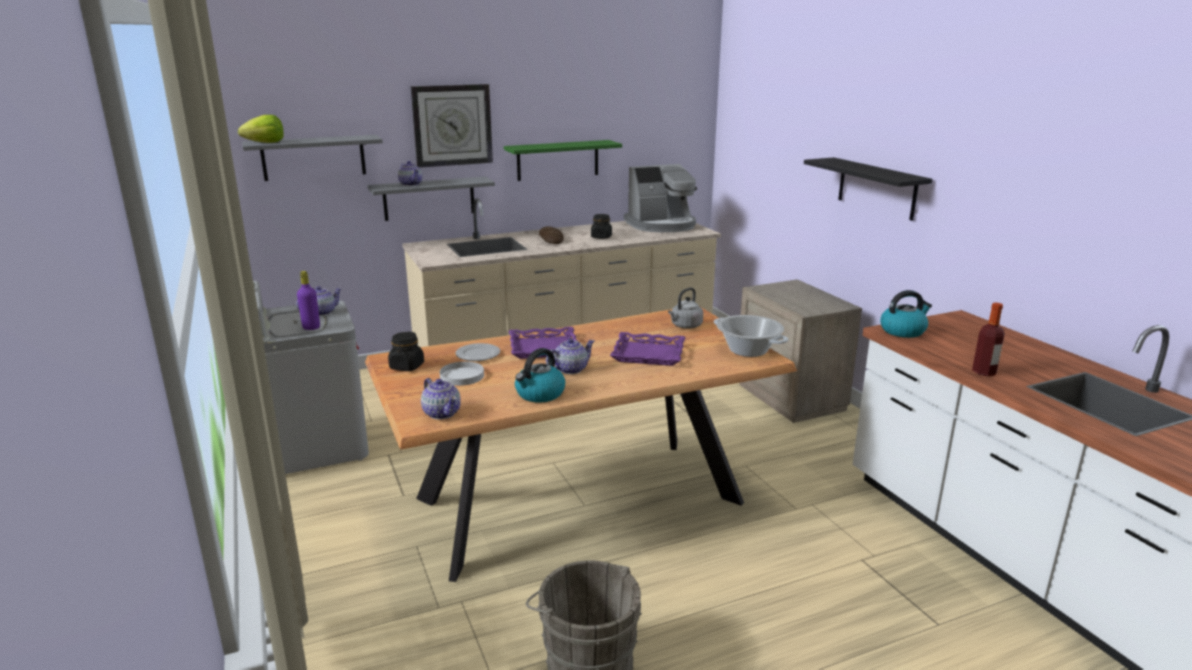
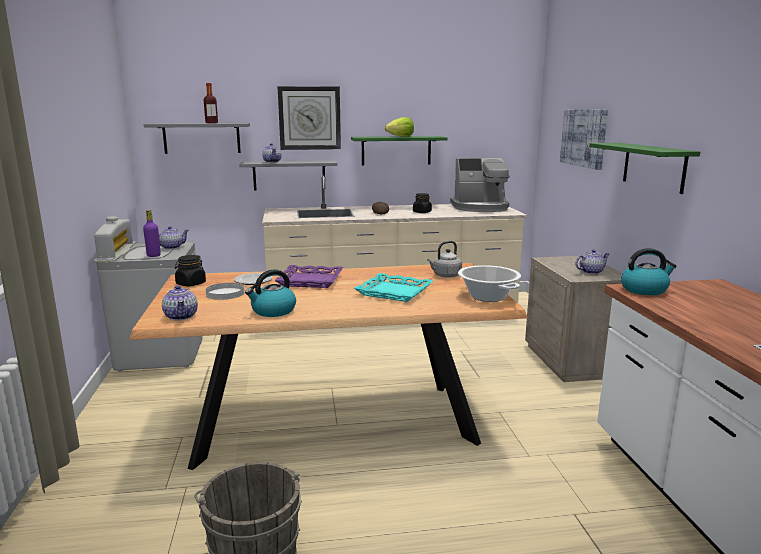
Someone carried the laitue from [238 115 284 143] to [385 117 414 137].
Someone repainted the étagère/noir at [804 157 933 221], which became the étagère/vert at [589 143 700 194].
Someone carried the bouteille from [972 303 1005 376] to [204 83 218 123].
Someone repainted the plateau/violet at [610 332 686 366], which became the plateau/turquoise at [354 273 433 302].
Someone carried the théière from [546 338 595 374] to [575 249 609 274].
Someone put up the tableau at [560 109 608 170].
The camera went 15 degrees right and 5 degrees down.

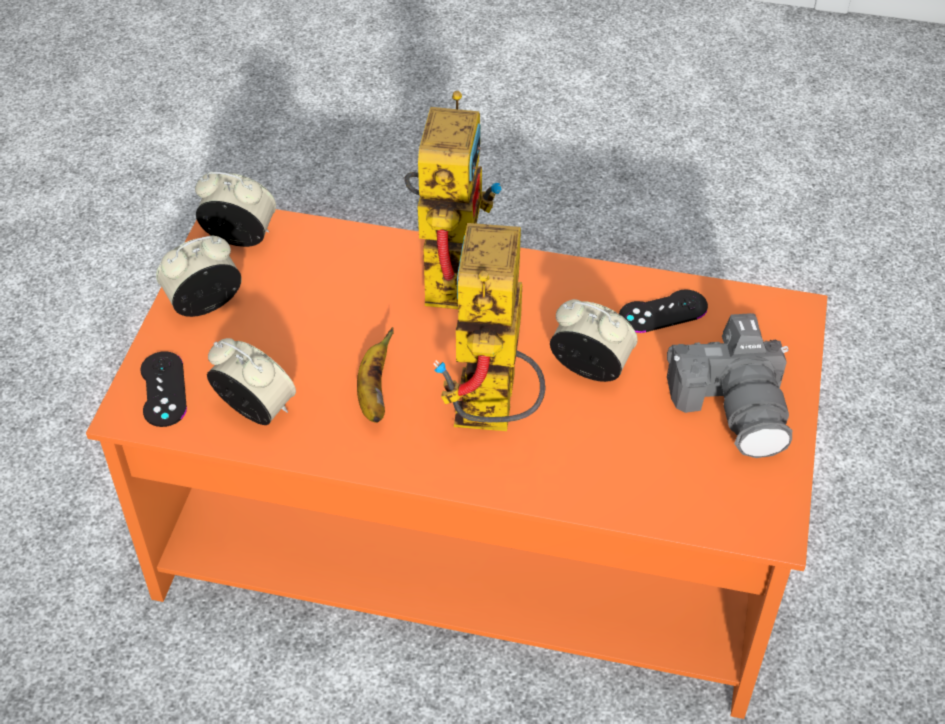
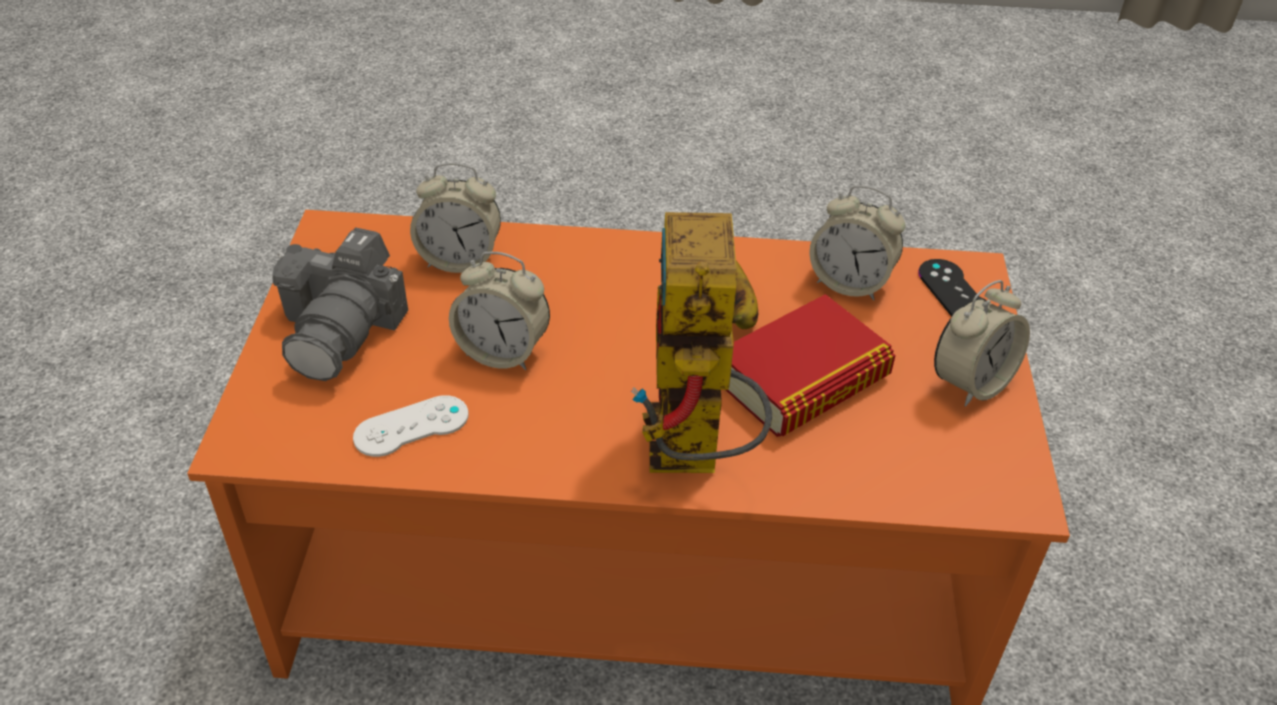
Someone carried the réveil from [195 172 276 247] to [410 163 501 273].
Someone took away the robot jouet at [433 223 546 431].
Someone repainted the manette/noir at [619 289 708 333], which became the manette/blanc at [353 395 468 457].
Someone rotated the appareil photo at [667 313 792 458] by 150 degrees counterclockwise.
Someone put down the livre at [726 294 896 437].
The camera went 170 degrees right and 5 degrees down.

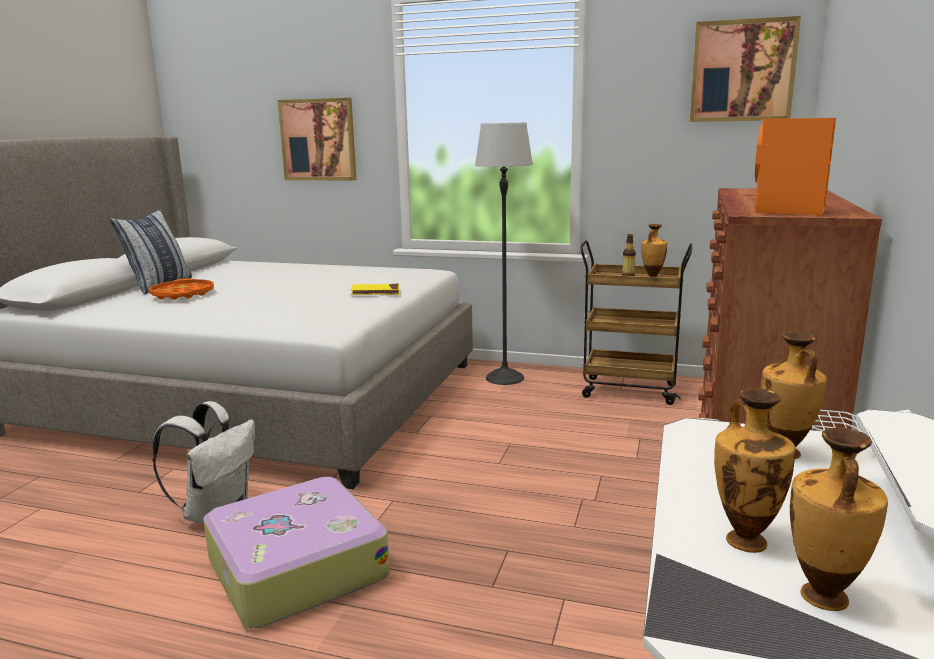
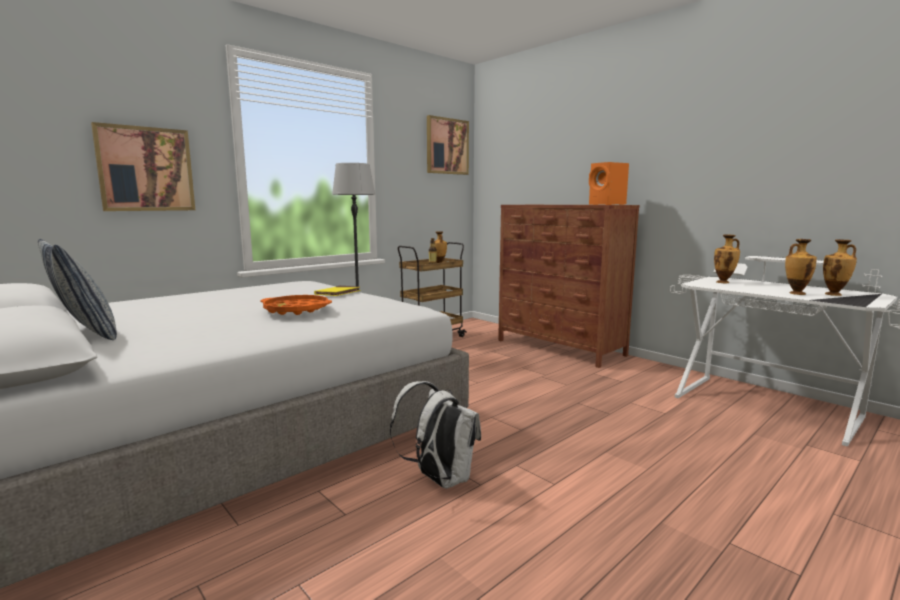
Someone carried the plateau/orange from [149 279 214 300] to [261 295 332 315].
Someone took away the valise at [203 477 390 628].
The camera went 60 degrees left and 5 degrees down.

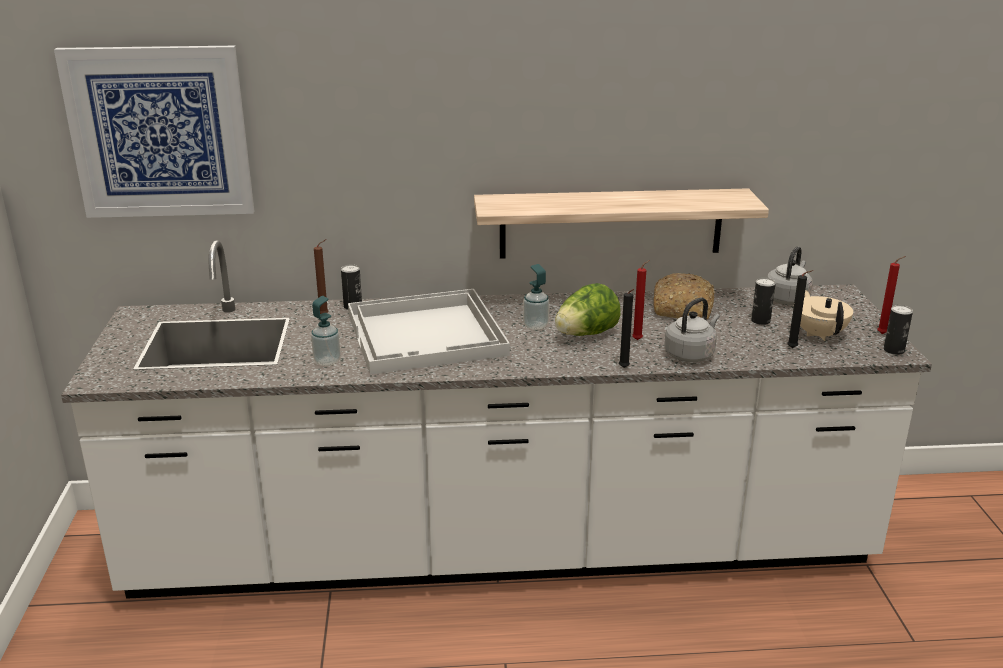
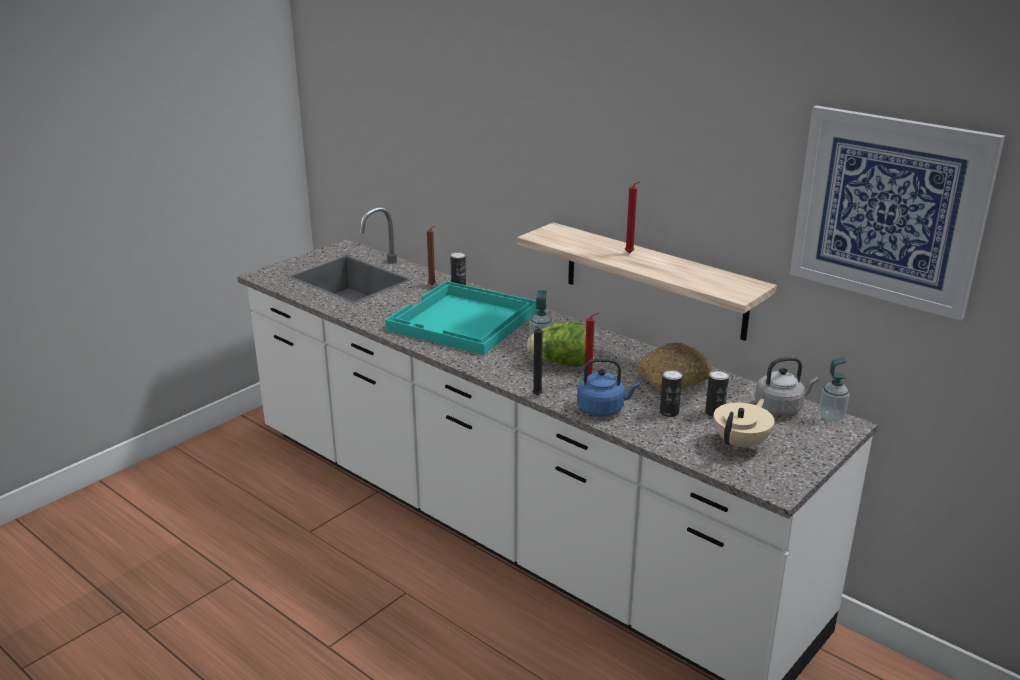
Someone carried the tableau from [54 46 254 218] to [790 105 1005 321].
Someone carried the bougie/rouge from [877 256 906 334] to [625 181 640 253].
Someone took away the bougie/noir at [787 270 813 348].
Someone repainted the plateau/blanc at [348 289 510 375], which became the plateau/turquoise at [385 281 539 355].
Someone carried the distributeur de savon from [311 296 341 366] to [819 357 849 422].
Someone repainted the bouilloire/gris at [664 297 720 362], which became the bouilloire/bleu at [577 358 640 417].
Someone carried the boîte métallique from [884 305 913 355] to [660 369 682 417].
The camera went 45 degrees right and 0 degrees up.

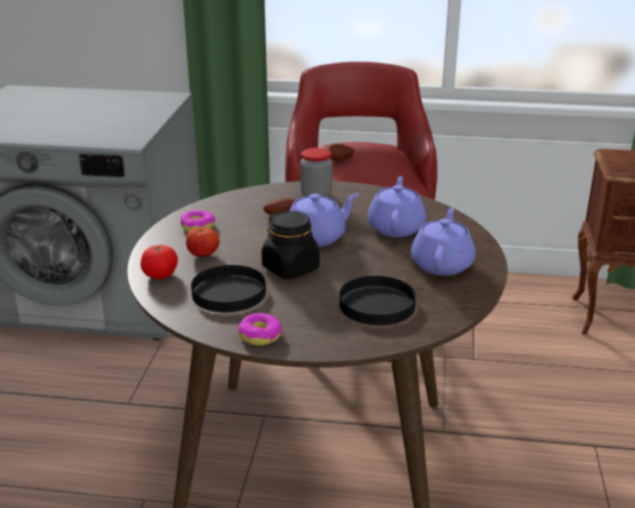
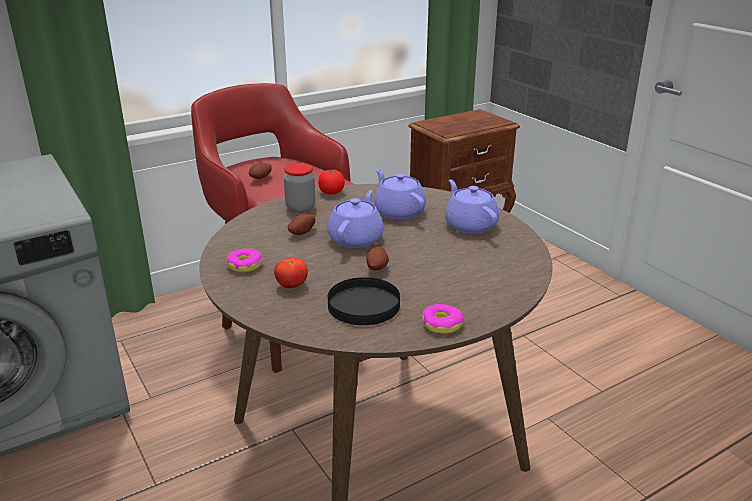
Someone swapped the bocal/noir at [262 211 319 279] for the pomme de terre at [366 247 389 270].
Someone carried the tomate from [141 244 178 279] to [318 169 345 195].
Someone took away the assiette/noir at [339 276 416 325].
The camera went 40 degrees left and 0 degrees up.

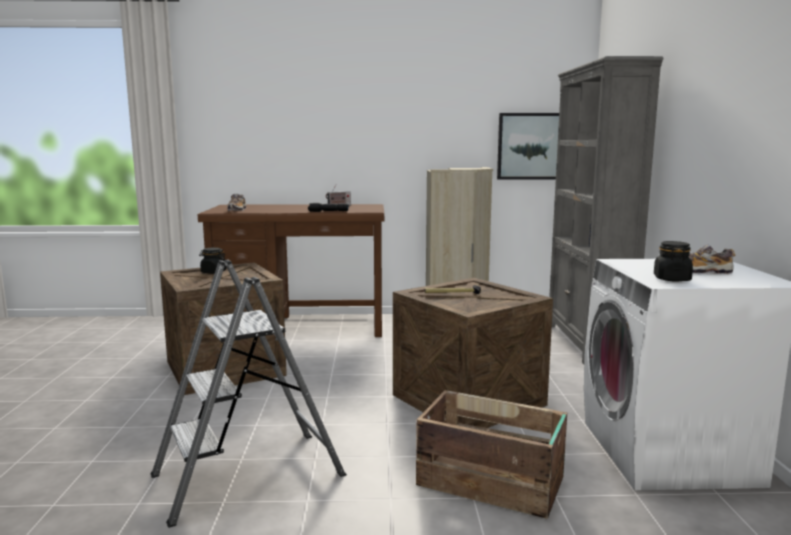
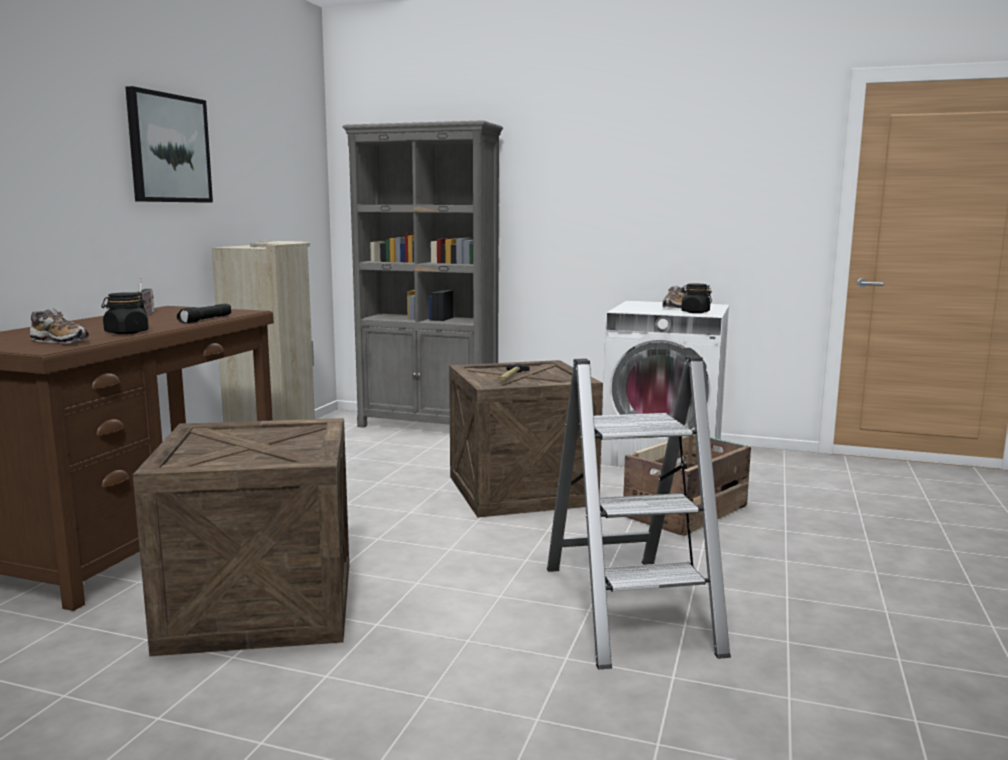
Someone carried the tableau from [497 113 559 180] to [125 86 213 203].
Someone carried the bocal/noir from [199 247 226 274] to [101 292 149 334].
The camera went 70 degrees left and 0 degrees up.

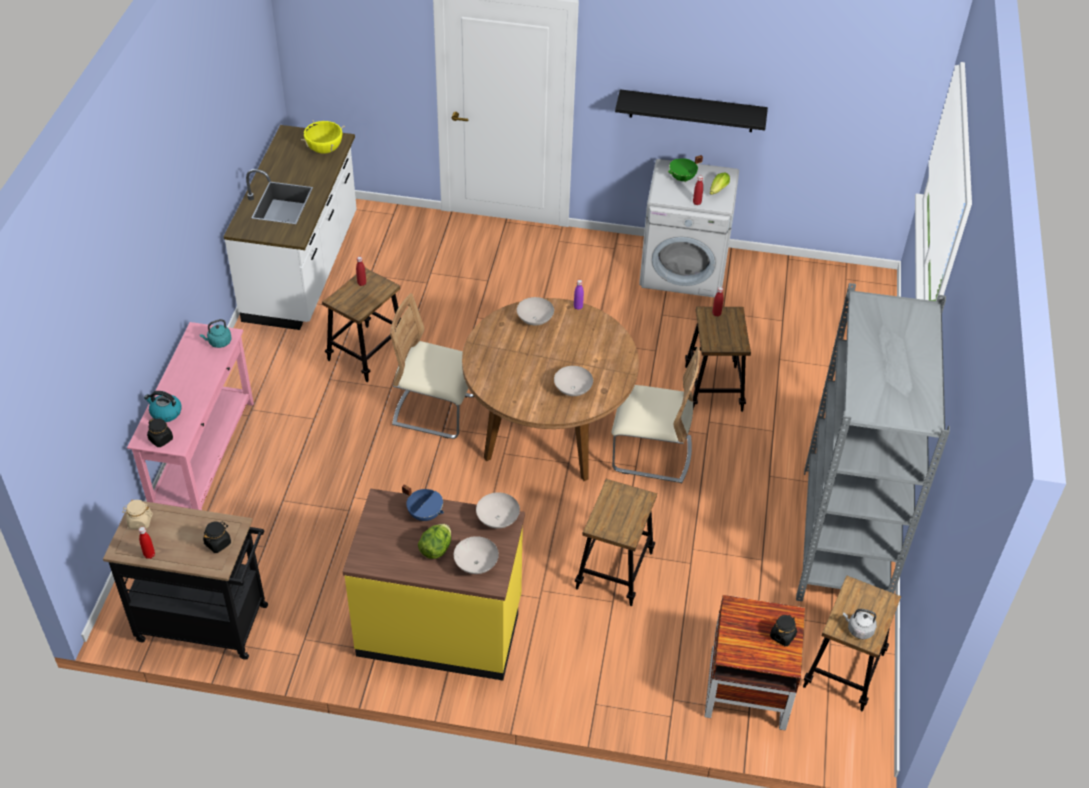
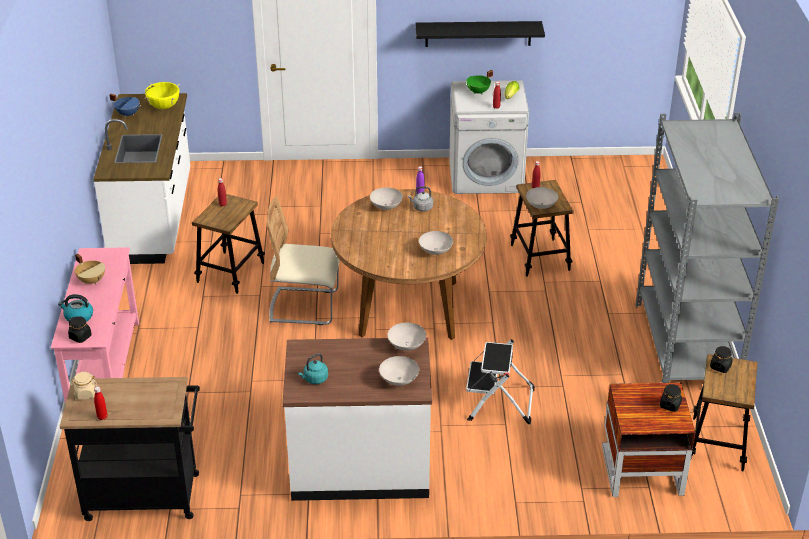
Someone carried the bouilloire/turquoise from [200 319 232 348] to [298 353 328 384].
Someone took away the chaise/beige at [612 347 700 483].
Someone swapped the tabouret at [575 479 657 606] for the escabeau at [466 339 535 424].
Someone carried the marmite/bleu from [402 485 444 521] to [110 94 141 117].
Someone repainted the comptoir de cuisine/jaune at [343 489 525 680], which became the comptoir de cuisine/blanc at [283 337 432 501].
Someone carried the bocal/noir from [203 522 231 553] to [710 346 733 373].
Someone took away the laitue at [418 524 451 559].
Someone carried the bouilloire/gris from [843 609 877 639] to [408 187 433 212].
Someone put down the bol/blanc at [526 187 558 209].
Someone put down the marmite/beige at [75 254 105 284].
The camera went 10 degrees left and 10 degrees down.

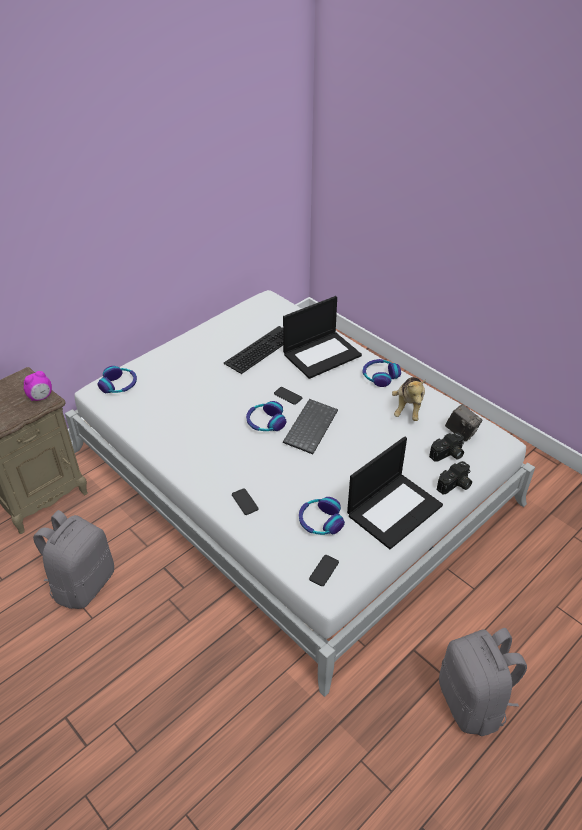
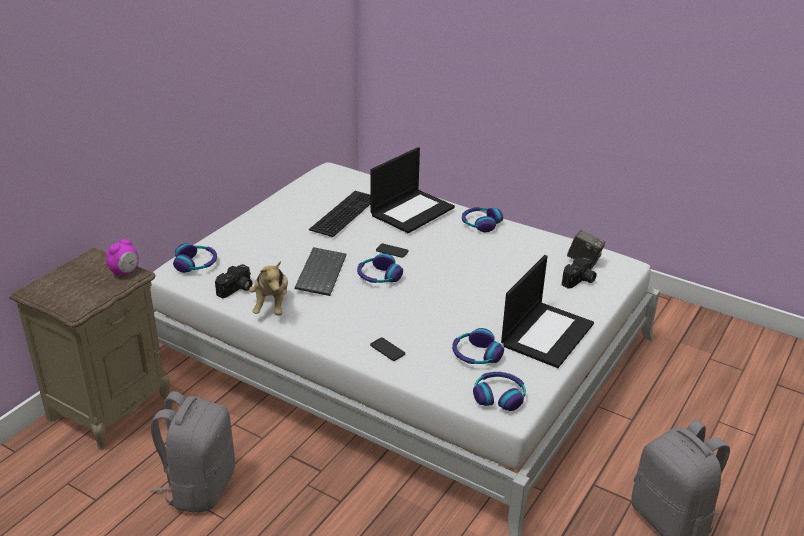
Someone carried the peluche from [392 377 426 421] to [249 261 288 316].
Someone carried the clavier from [283 399 338 454] to [295 247 346 296].
Someone carried the appareil photo from [437 461 472 494] to [215 264 252 298].
Someone swapped the téléphone at [309 555 339 586] for the casque audio at [473 372 526 411].
The camera went 15 degrees left and 10 degrees down.

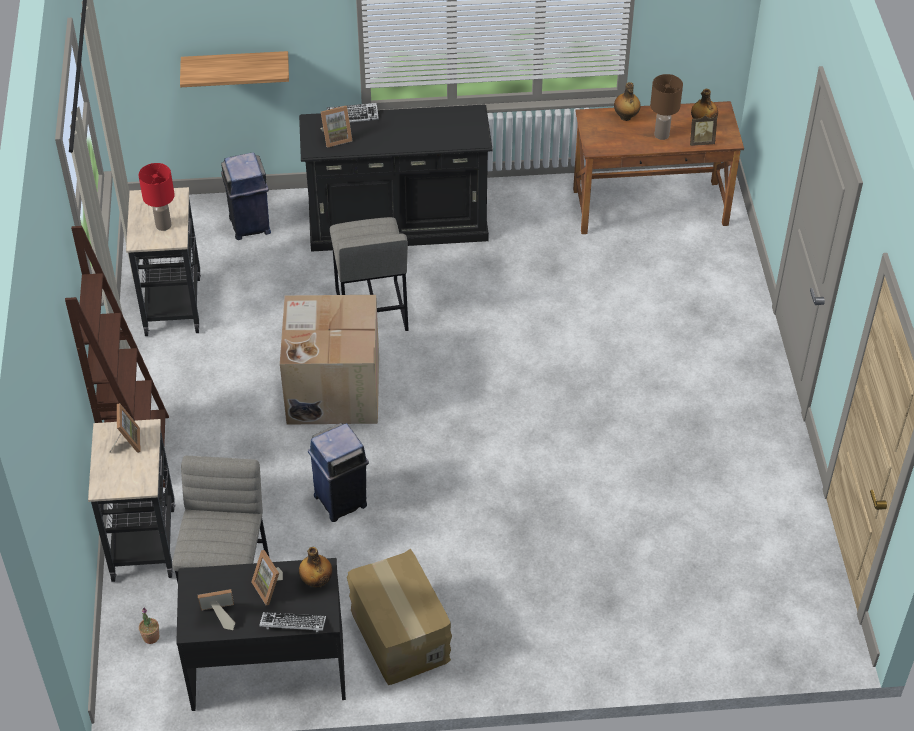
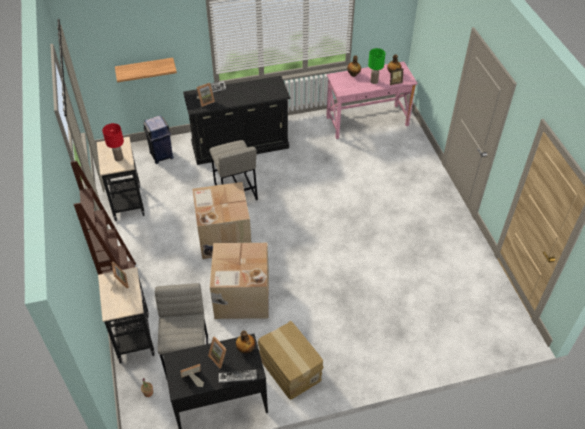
Someone repainted the lampe de table/marron at [650 74 683 140], which became the lampe de table/vert at [368 48 385 84].
Someone repainted the bureau/marron at [573 101 744 234], which became the bureau/rose at [326 61 418 139].
Someone swapped the poubelle/bleu at [308 423 369 522] for the carton at [210 243 269 319].
The camera went 10 degrees left and 0 degrees up.

